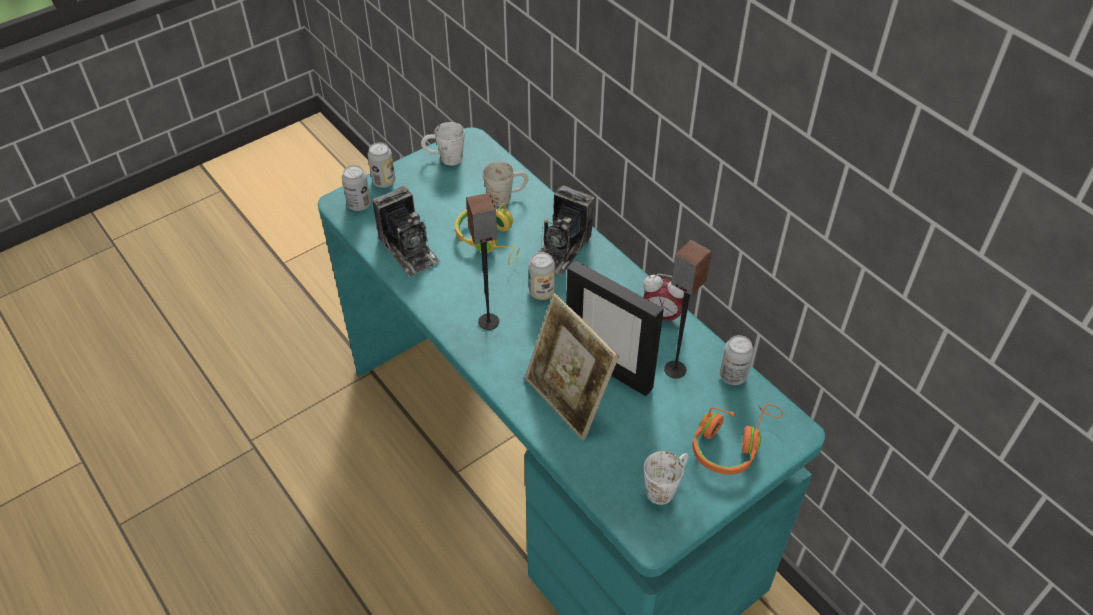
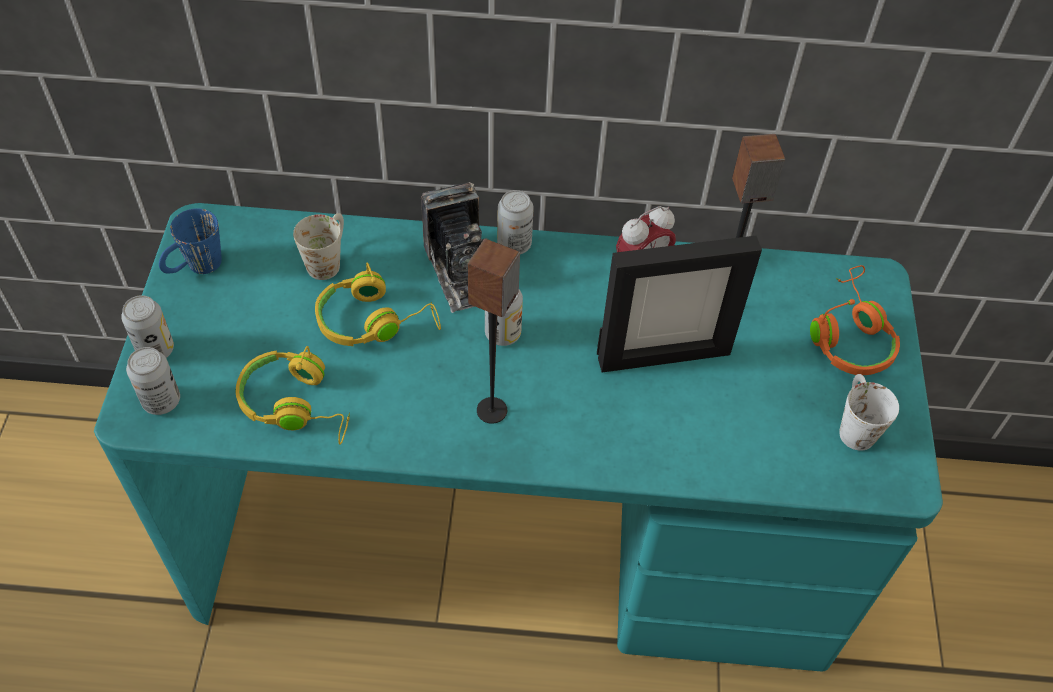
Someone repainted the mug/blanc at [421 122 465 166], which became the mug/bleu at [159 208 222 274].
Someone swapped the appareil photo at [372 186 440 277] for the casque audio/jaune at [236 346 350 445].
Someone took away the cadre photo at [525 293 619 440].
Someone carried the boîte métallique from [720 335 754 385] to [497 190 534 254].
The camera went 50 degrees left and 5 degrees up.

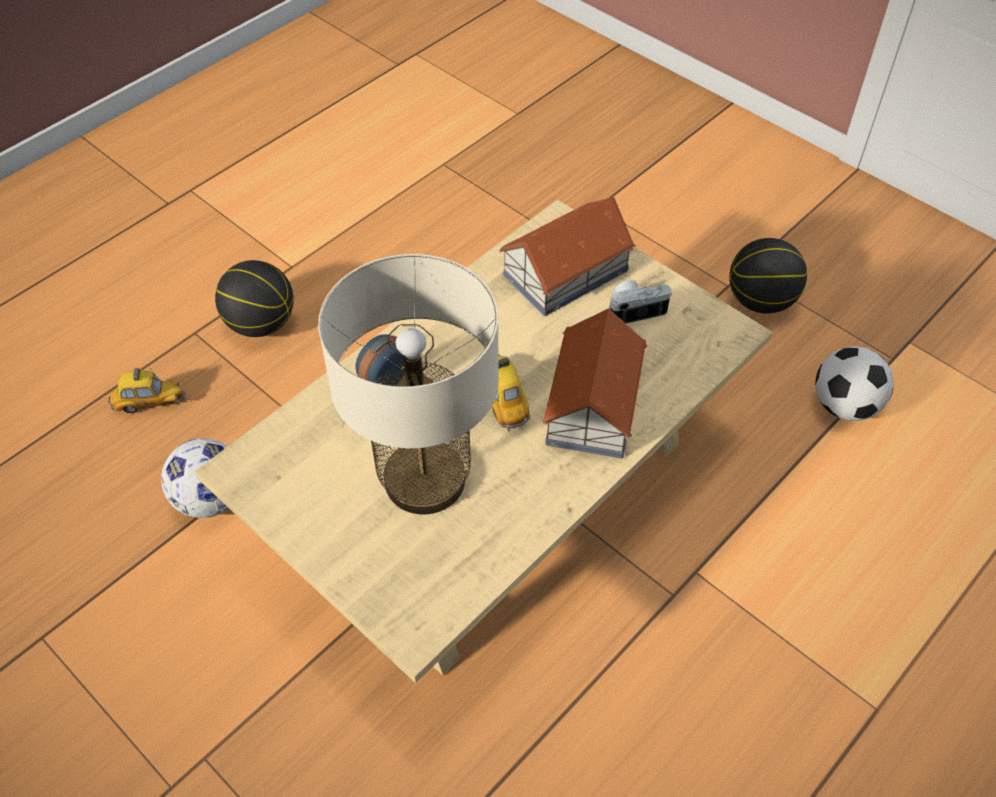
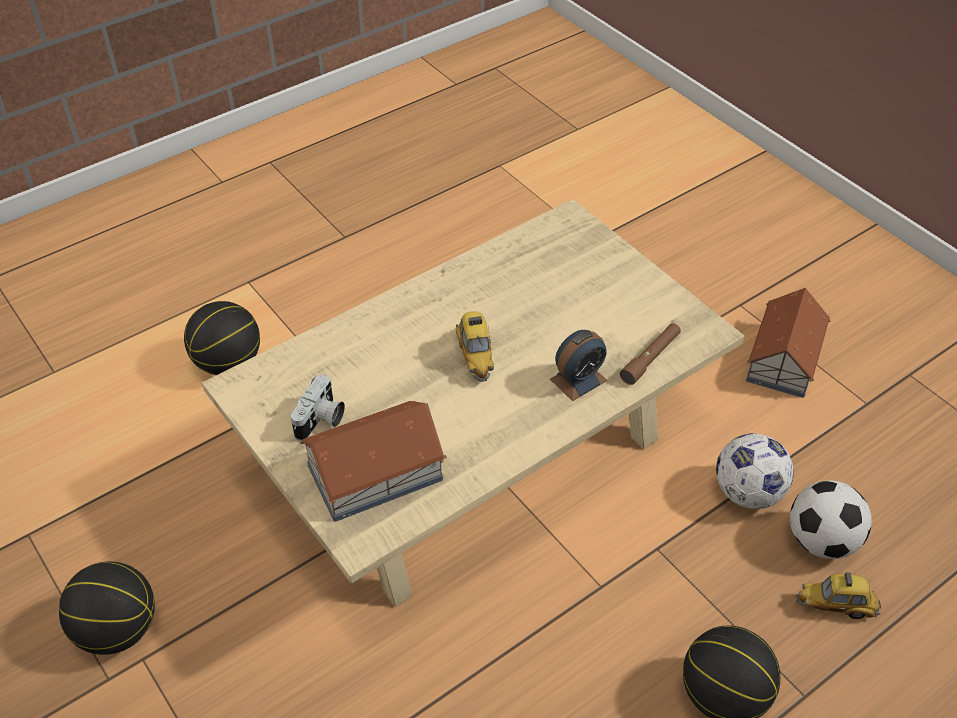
Someone took away the lampe de table at [318 254 499 514].
Someone rotated the appareil photo at [609 280 672 324] by 60 degrees counterclockwise.
Someone carried the maison miniature from [542 308 647 459] to [746 288 830 398].
Someone carried the ballon de foot from [815 347 894 421] to [790 480 872 559].
Someone put down the ballon de basket at [184 301 260 375].
Someone put down the lampe de poche/marron at [620 323 681 385].
The camera went 170 degrees left and 5 degrees down.

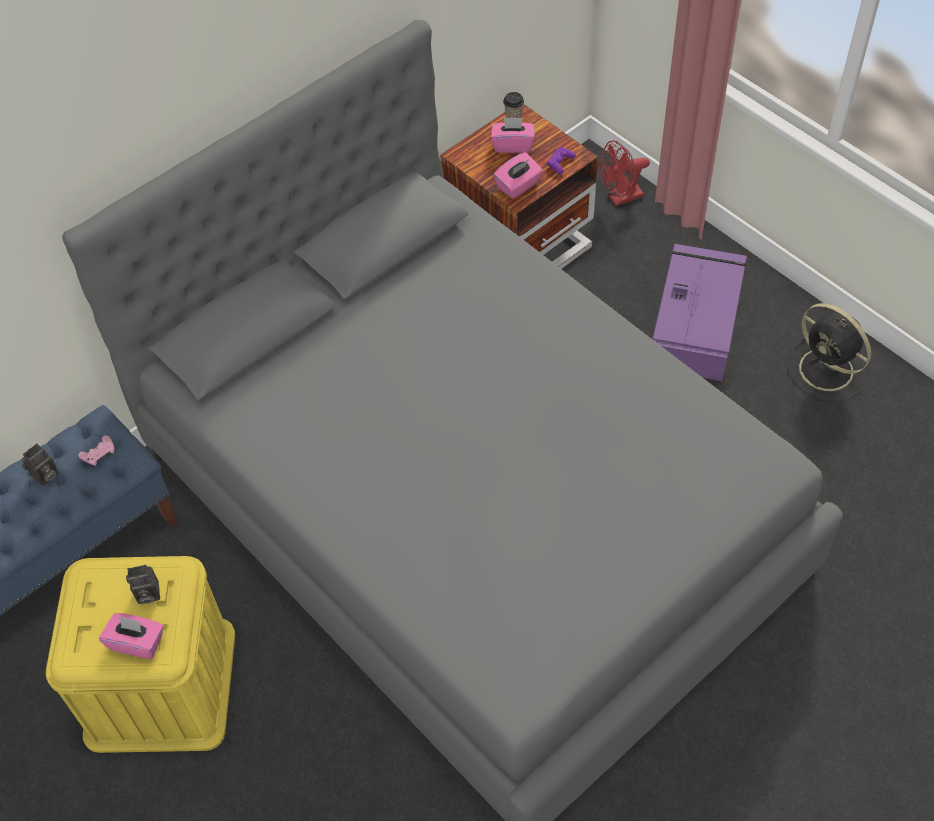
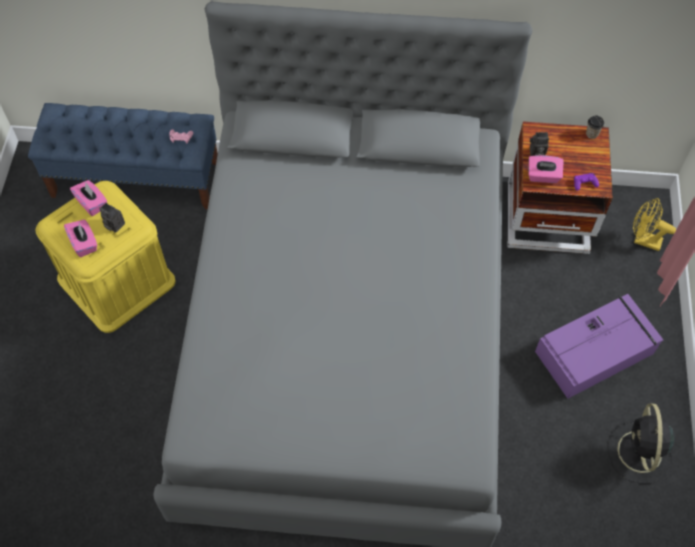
Someone carried the boîte à mouchoirs/rose from [491 117 535 153] to [70 180 107 216].
Someone repainted the ventilateur/rouge at [599 140 650 206], which became the ventilateur/jaune at [633 198 676 251].
Someone carried the appareil photo from [22 443 59 486] to [530 132 549 156].
The camera went 45 degrees right and 5 degrees up.

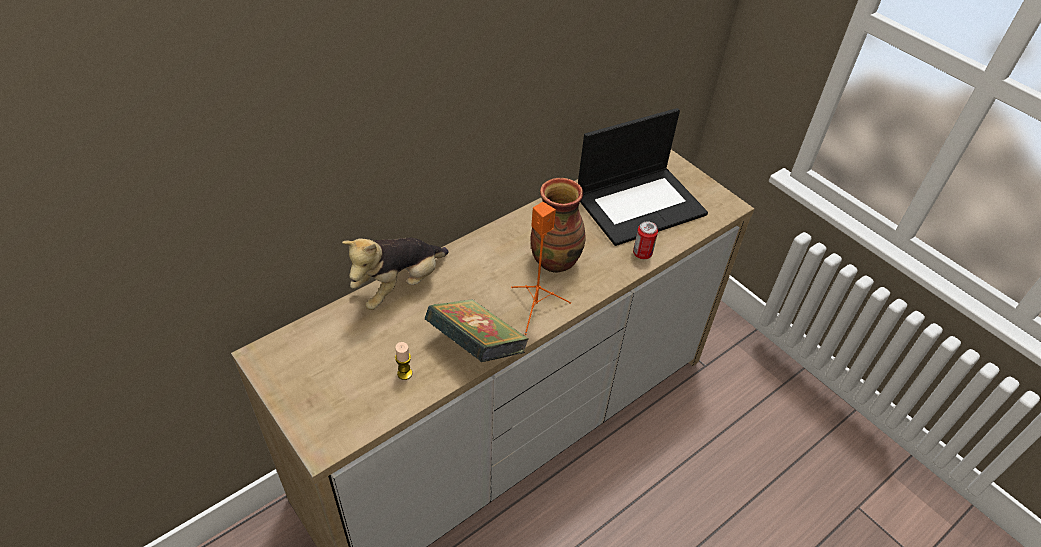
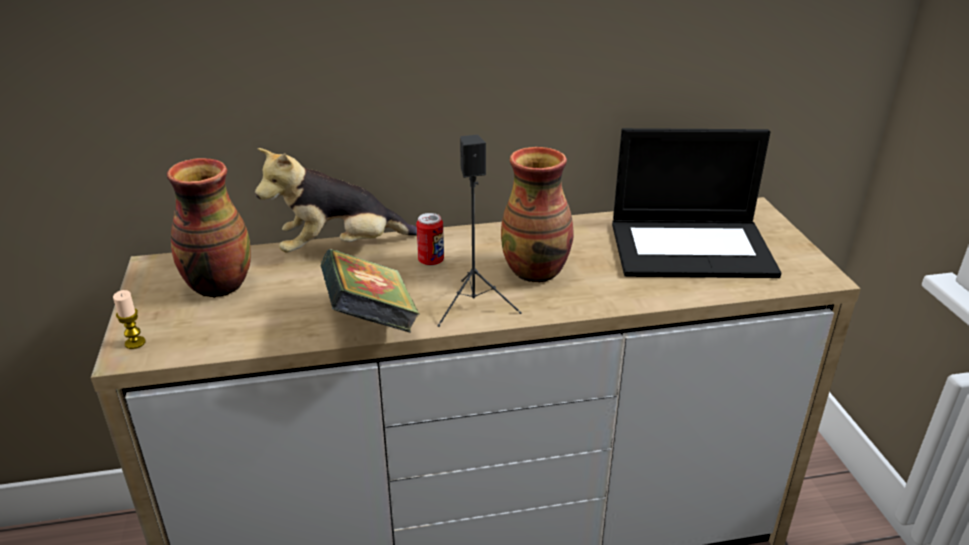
Someone repainted the enceinte/orange at [511 202 571 335], which became the enceinte/noir at [437 135 522 327].
Someone carried the boîte métallique from [633 221 658 259] to [416 213 444 266].
Someone carried the bougie from [395 342 412 380] to [113 290 146 349].
Someone put down the vase at [167 158 251 298].
The camera went 30 degrees right and 15 degrees down.

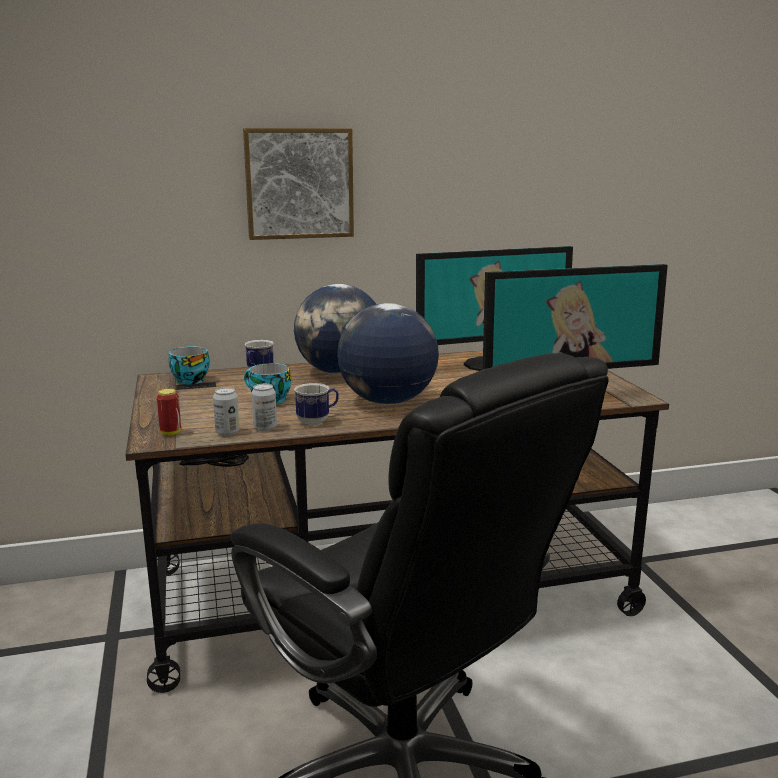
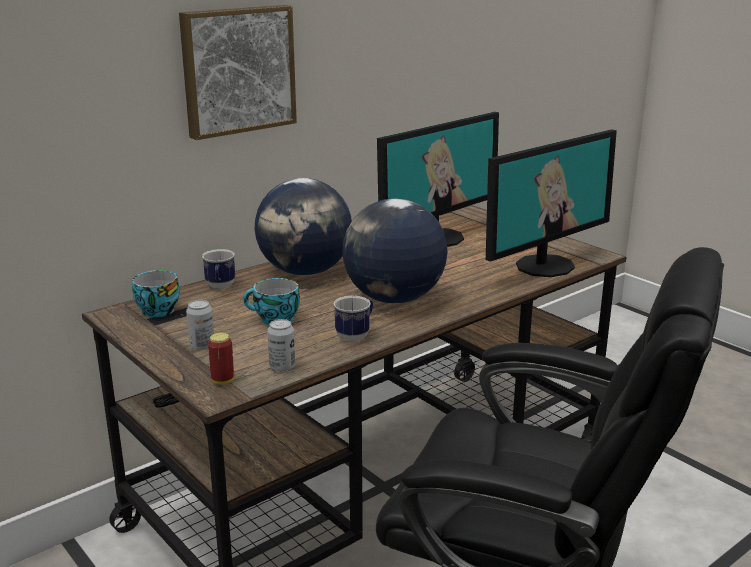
Someone carried the boîte métallique from [251 384 277 431] to [186 300 214 350].
The camera went 25 degrees left and 5 degrees up.

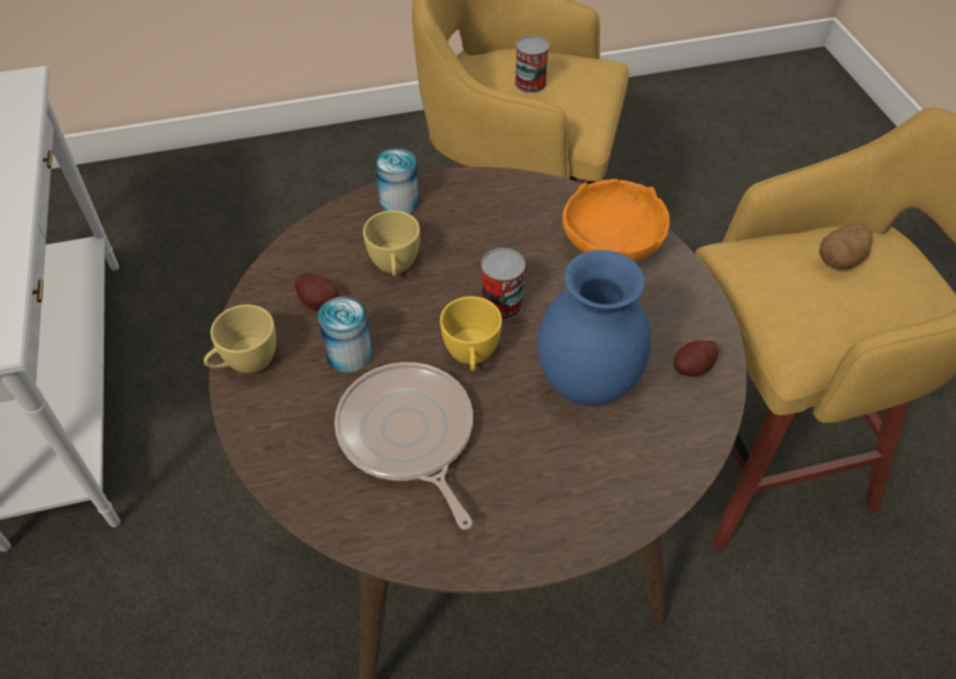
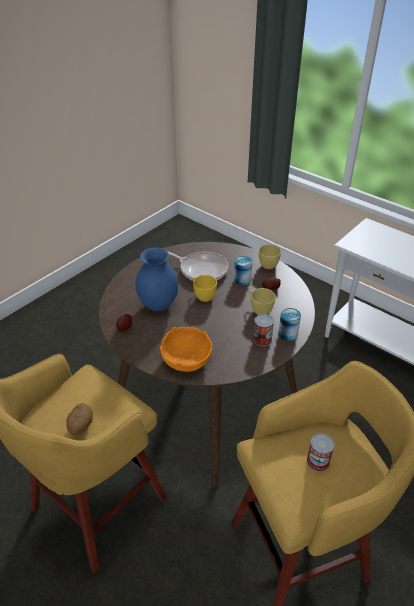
Someone carried the boîte métallique from [481 248 525 320] to [253 314 274 346].
The camera went 145 degrees right and 10 degrees down.

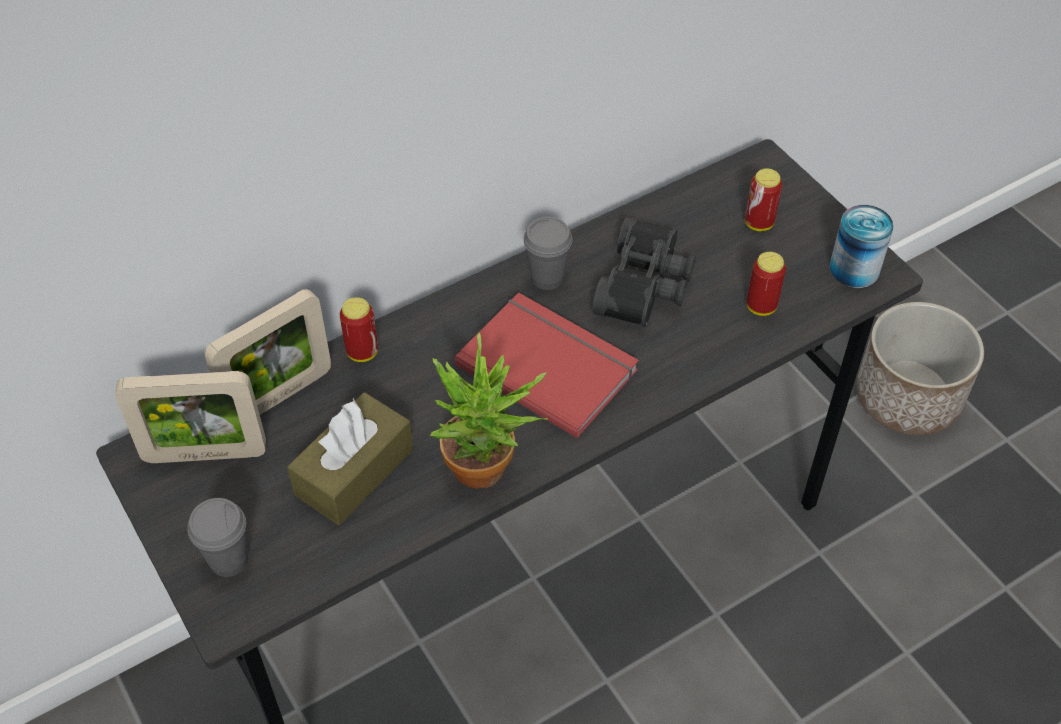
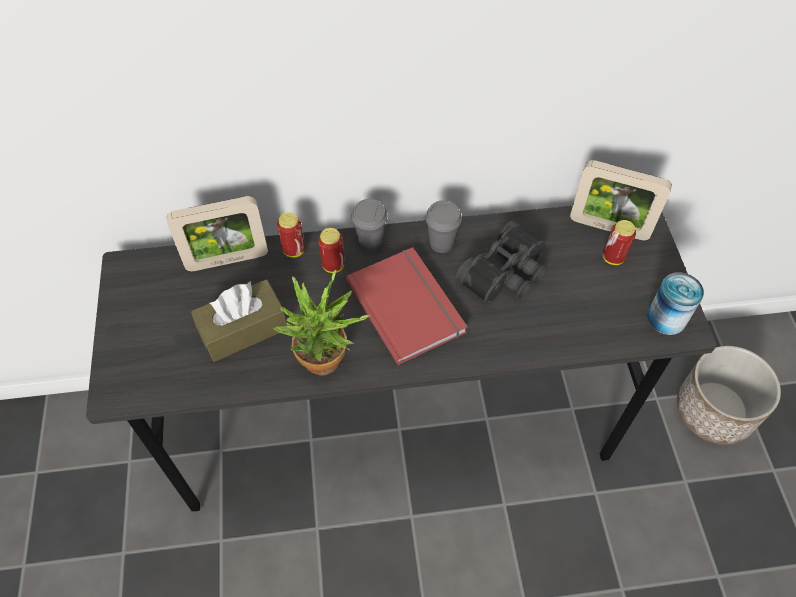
Someone carried the boîte métallique from [747 252 786 316] to [318 228 345 273].
Someone carried the cadre photo from [115 371 266 463] to [570 160 672 240].
Someone carried the tasse/gris from [188 498 248 577] to [351 199 388 251].
The camera went 25 degrees right and 5 degrees up.

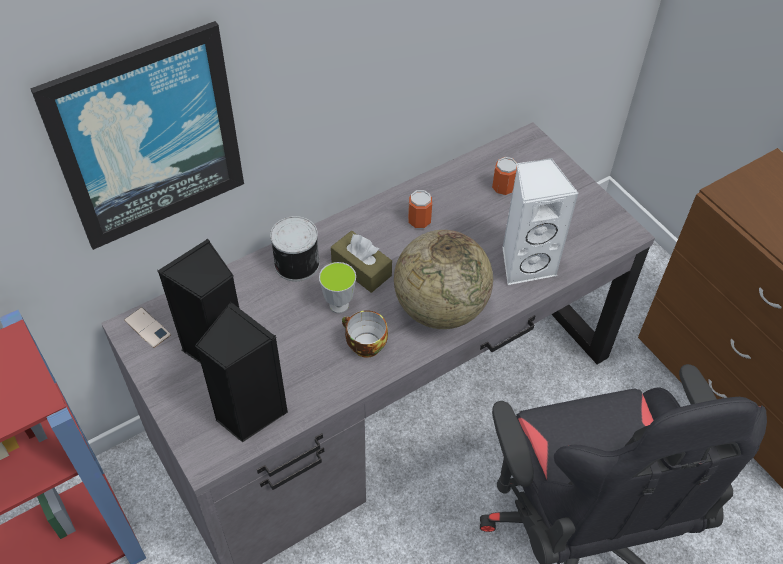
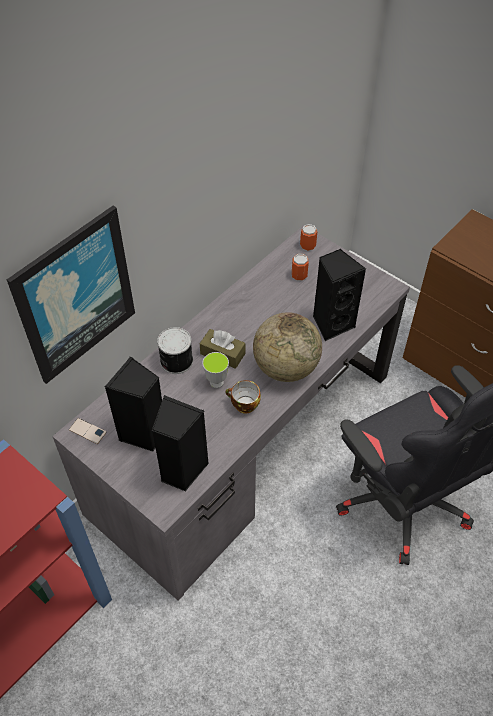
Someone repainted the enceinte/blanc at [502 158 579 285], which became the enceinte/noir at [313 249 366 341].
Someone carried the boîte métallique from [408 190 432 229] to [300 224 317 251].
The camera went 15 degrees left and 0 degrees up.

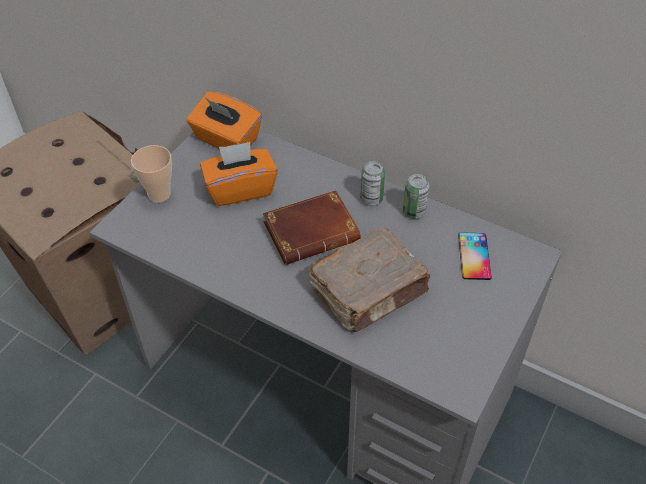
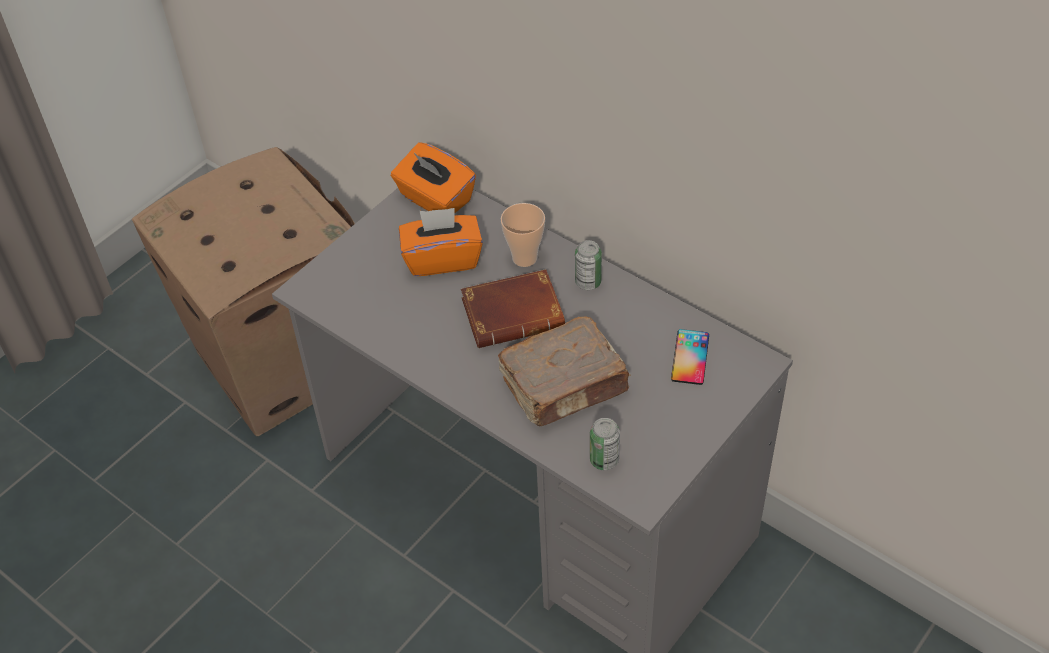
Someone carried the tasse from [131 145 172 203] to [501 203 545 267].
Someone carried the boîte métallique from [403 174 430 219] to [590 418 620 470].
The camera went 10 degrees right and 0 degrees up.

